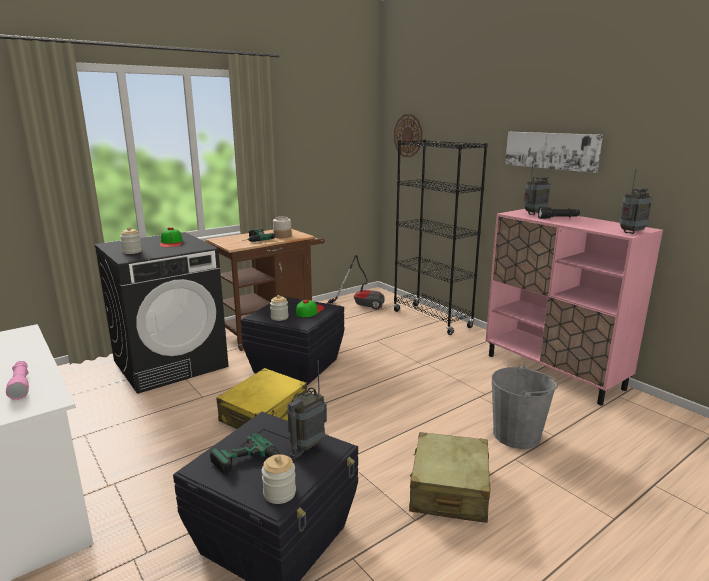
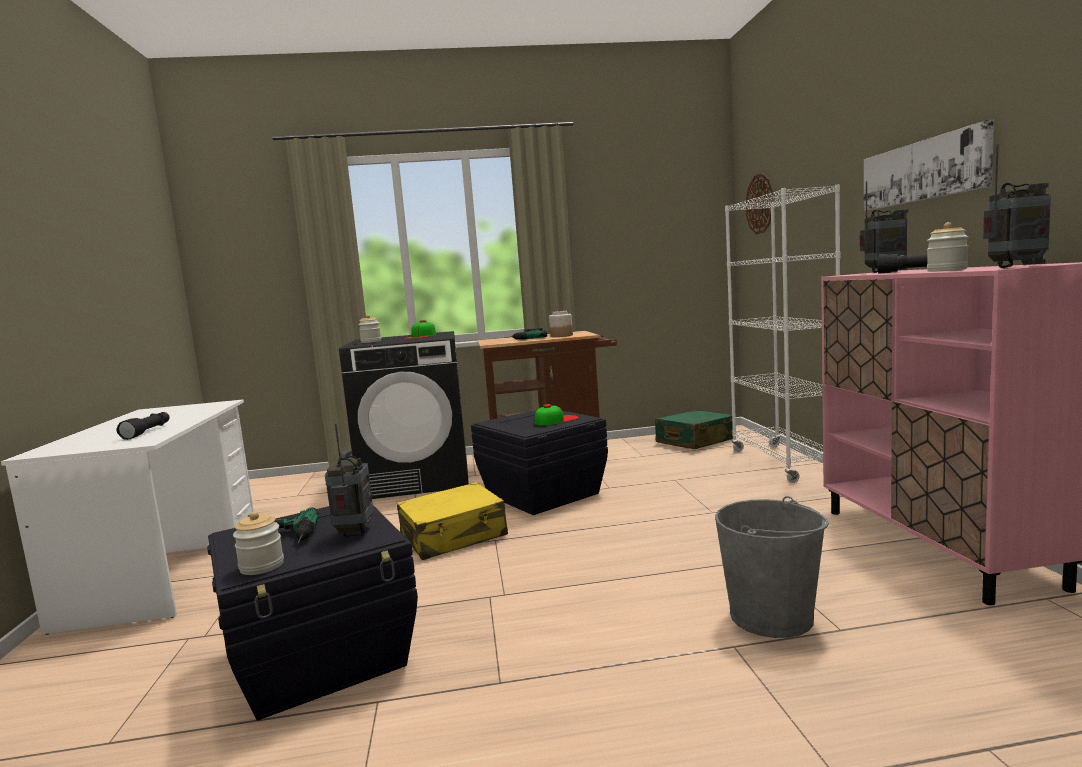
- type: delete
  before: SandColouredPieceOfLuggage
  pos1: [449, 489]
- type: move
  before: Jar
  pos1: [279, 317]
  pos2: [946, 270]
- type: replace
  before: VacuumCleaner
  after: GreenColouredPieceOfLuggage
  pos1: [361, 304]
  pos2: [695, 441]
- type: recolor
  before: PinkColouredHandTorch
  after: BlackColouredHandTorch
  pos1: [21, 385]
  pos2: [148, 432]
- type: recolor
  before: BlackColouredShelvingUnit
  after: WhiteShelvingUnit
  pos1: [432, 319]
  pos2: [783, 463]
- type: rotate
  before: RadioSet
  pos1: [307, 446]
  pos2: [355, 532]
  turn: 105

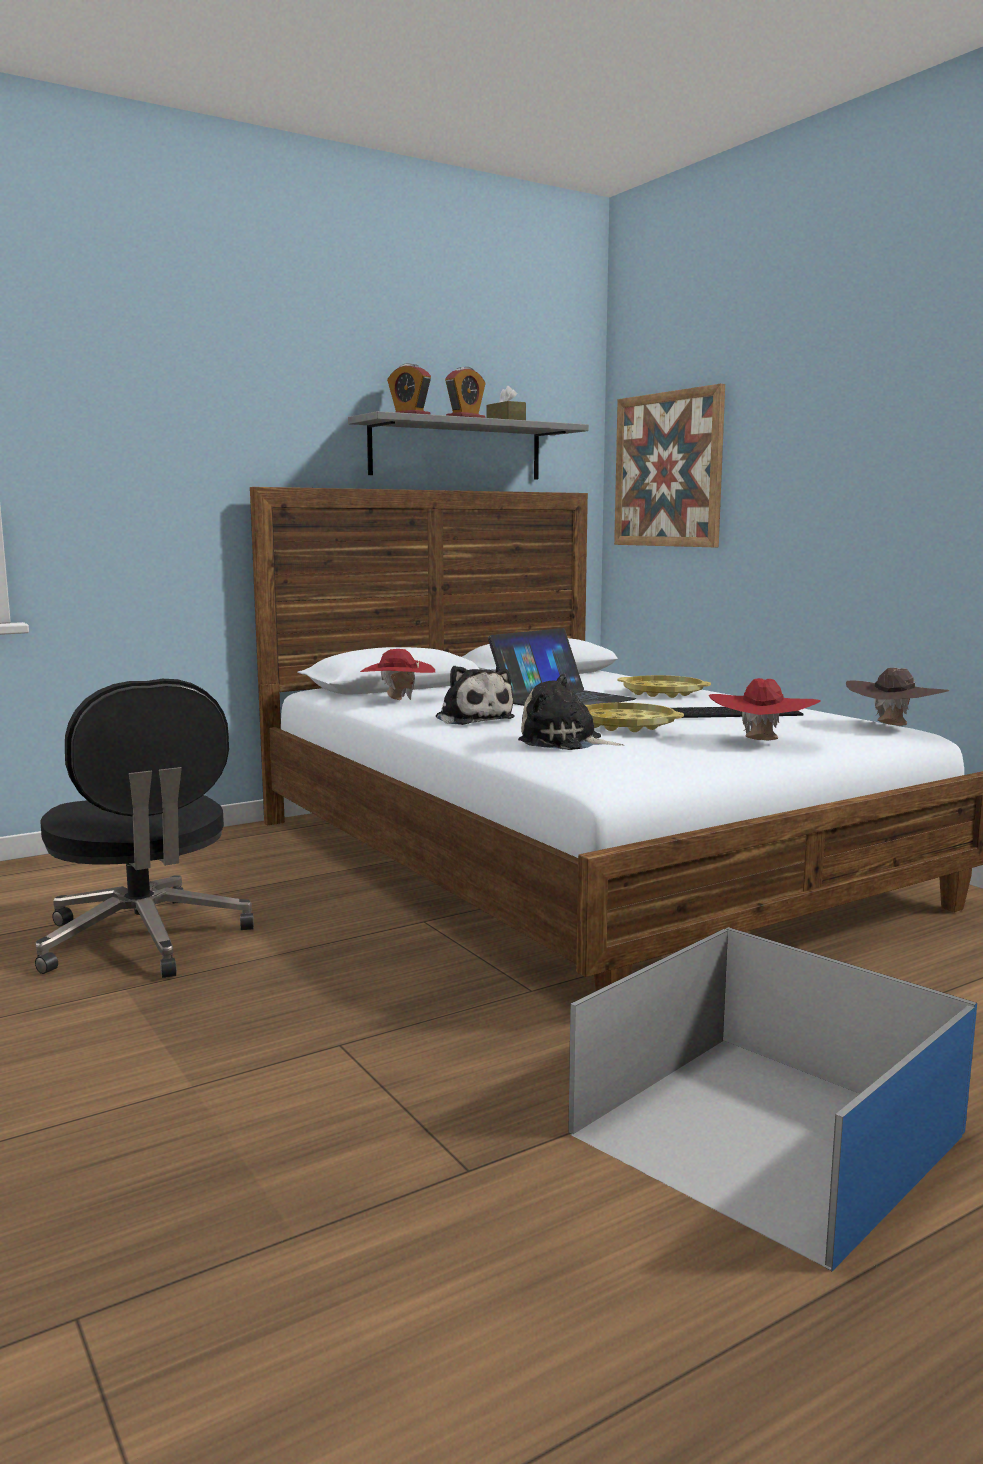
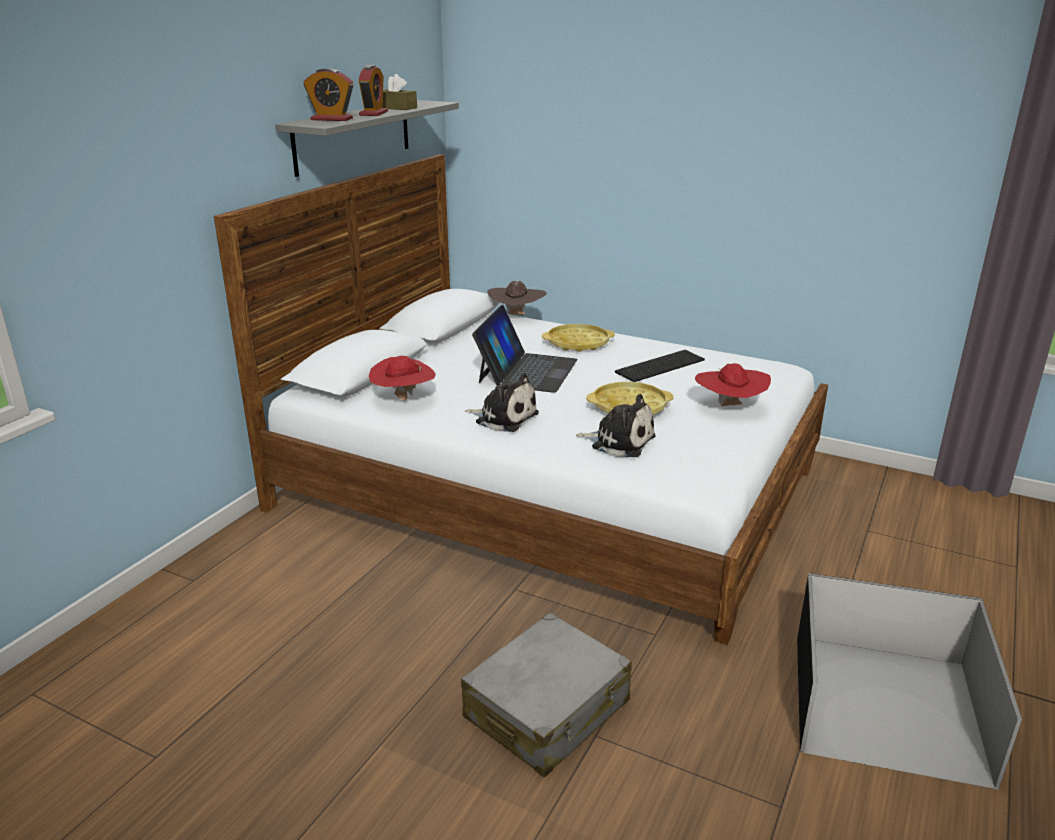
- type: delete
  before: BlackColouredOfficeChair
  pos1: [144, 940]
- type: delete
  before: WallPicture
  pos1: [668, 470]
- type: insert
  after: GreyishPieceOfLuggage
  pos2: [547, 710]
- type: move
  before: BrownClothingHat
  pos1: [893, 727]
  pos2: [516, 316]
- type: recolor
  before: BluishStorageBox
  after: BlackColouredStorageBox
  pos1: [762, 1132]
  pos2: [884, 704]
- type: rotate
  before: CuddlyToy
  pos1: [565, 742]
  pos2: [619, 441]
  turn: -150

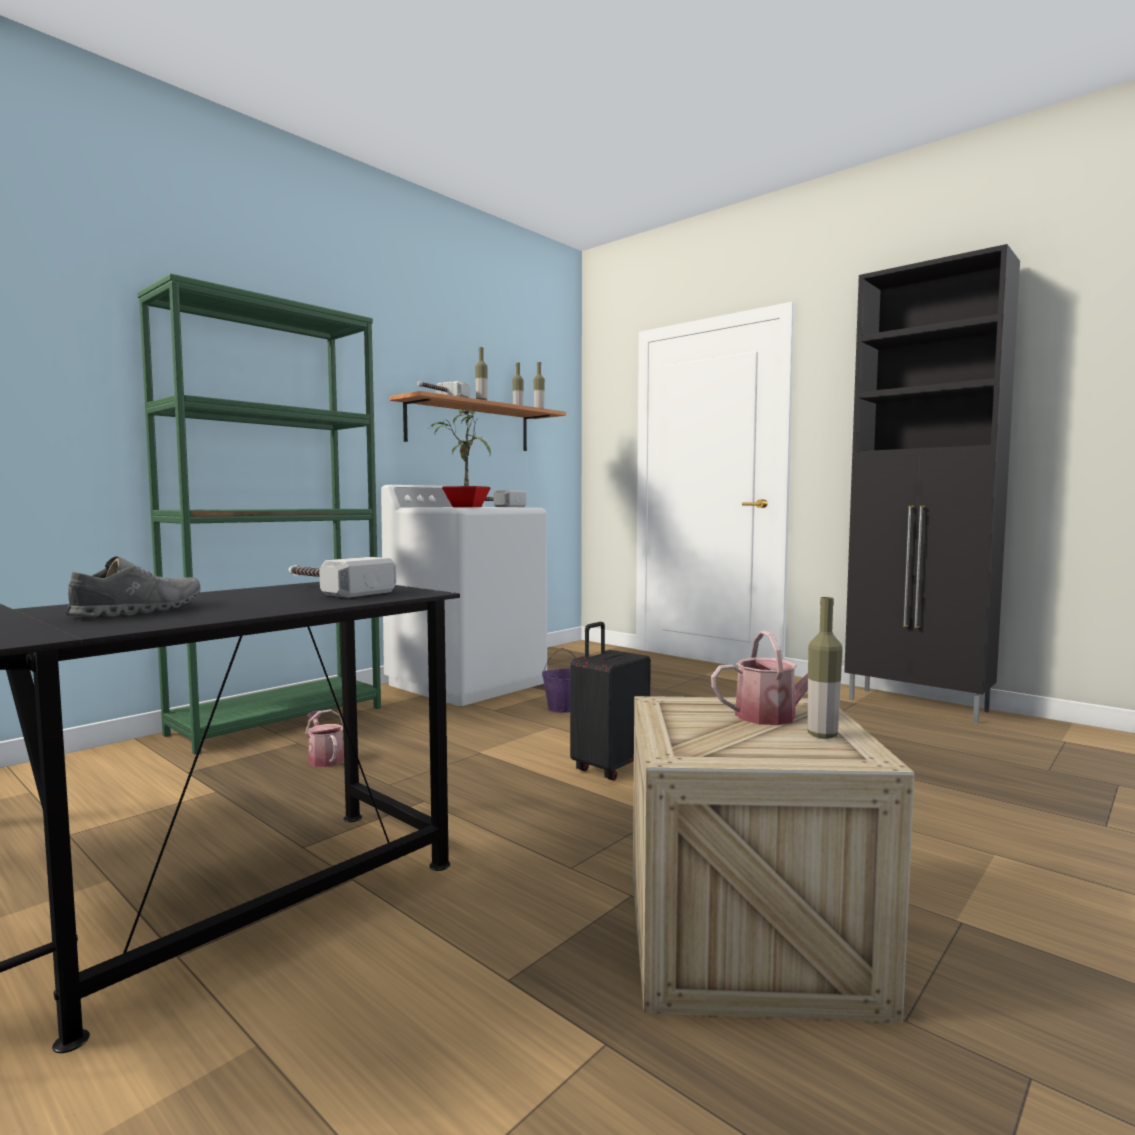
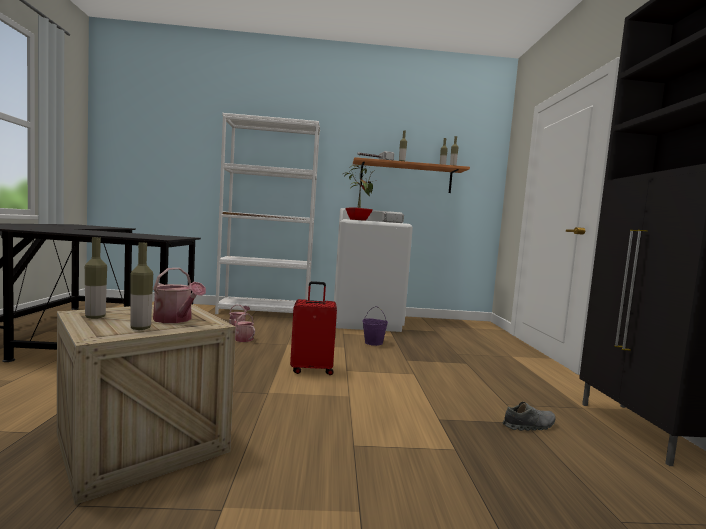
- type: delete
  before: HandHammer
  pos1: [330, 590]
- type: insert
  after: Bottle
  pos2: [95, 317]
- type: insert
  after: WateringCan
  pos2: [242, 338]
- type: move
  before: GreyishLowShoe
  pos1: [139, 611]
  pos2: [529, 425]
- type: recolor
  before: GreenColouredShelvingUnit
  after: WhiteShelvingUnit
  pos1: [279, 720]
  pos2: [264, 312]
- type: recolor
  before: BlackColouredPieceOfLuggage
  after: RedPieceOfLuggage
  pos1: [609, 767]
  pos2: [312, 369]

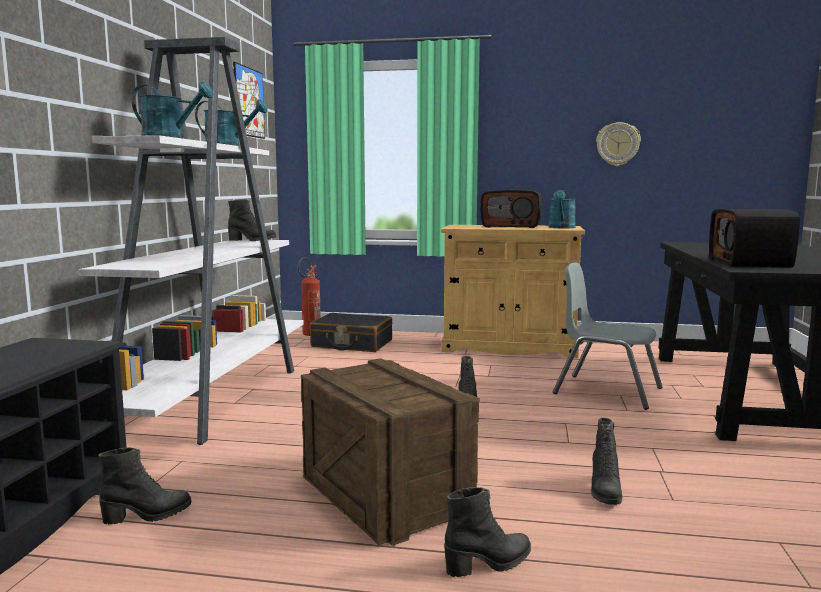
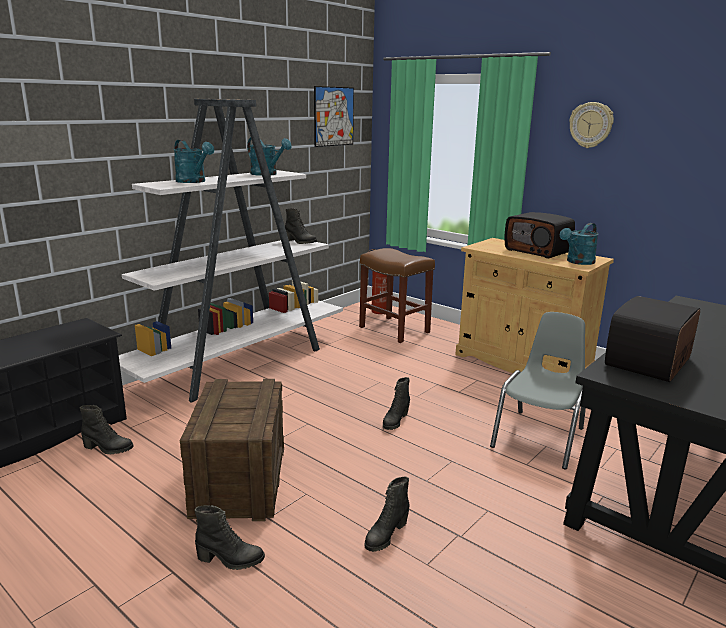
- type: move
  before: ClockOnTheWall
  pos1: [617, 144]
  pos2: [591, 125]
- type: replace
  before: BlackColouredPieceOfLuggage
  after: BrownStoolSeat
  pos1: [351, 344]
  pos2: [395, 329]
- type: rotate
  before: GreyishChair
  pos1: [607, 391]
  pos2: [539, 438]
  turn: 60

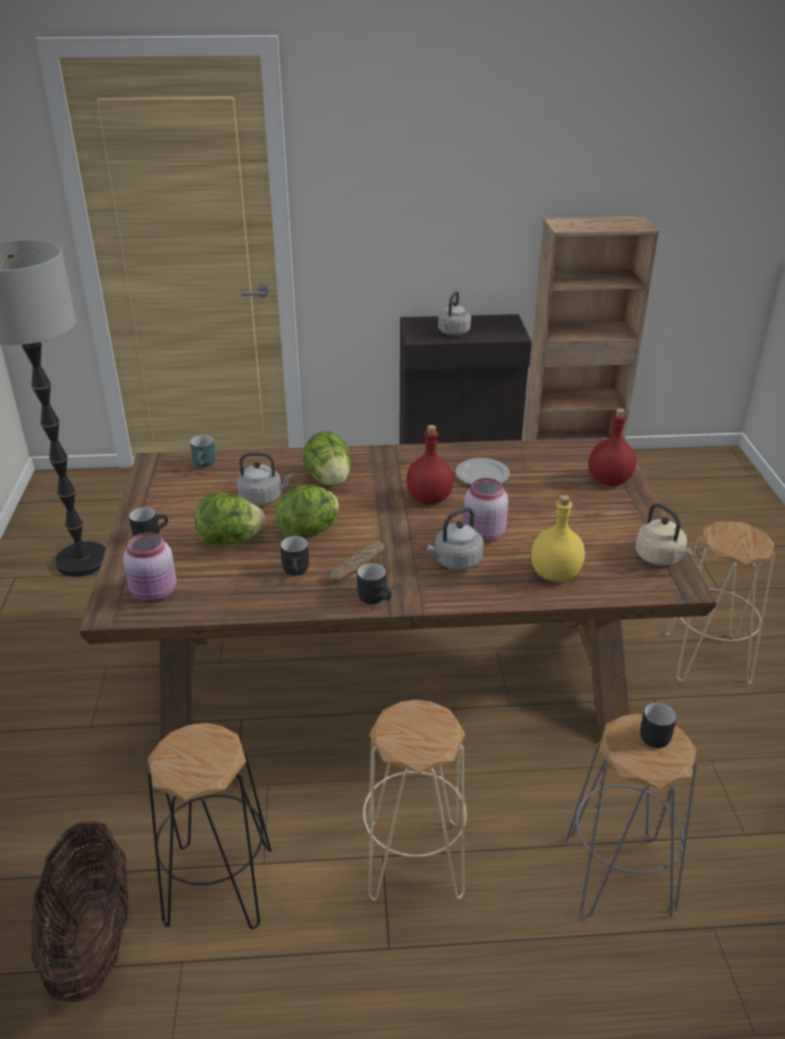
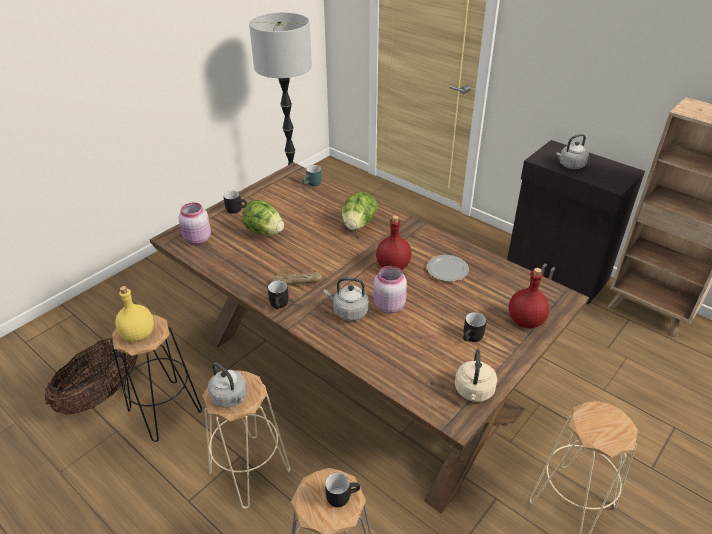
- type: delete
  before: HeadOfLettuce
  pos1: [309, 532]
- type: move
  before: GreyishWaterKettle
  pos1: [263, 498]
  pos2: [230, 398]
- type: move
  before: BlackColouredMug
  pos1: [297, 571]
  pos2: [472, 338]
- type: move
  before: YellowishBottle
  pos1: [554, 574]
  pos2: [138, 335]

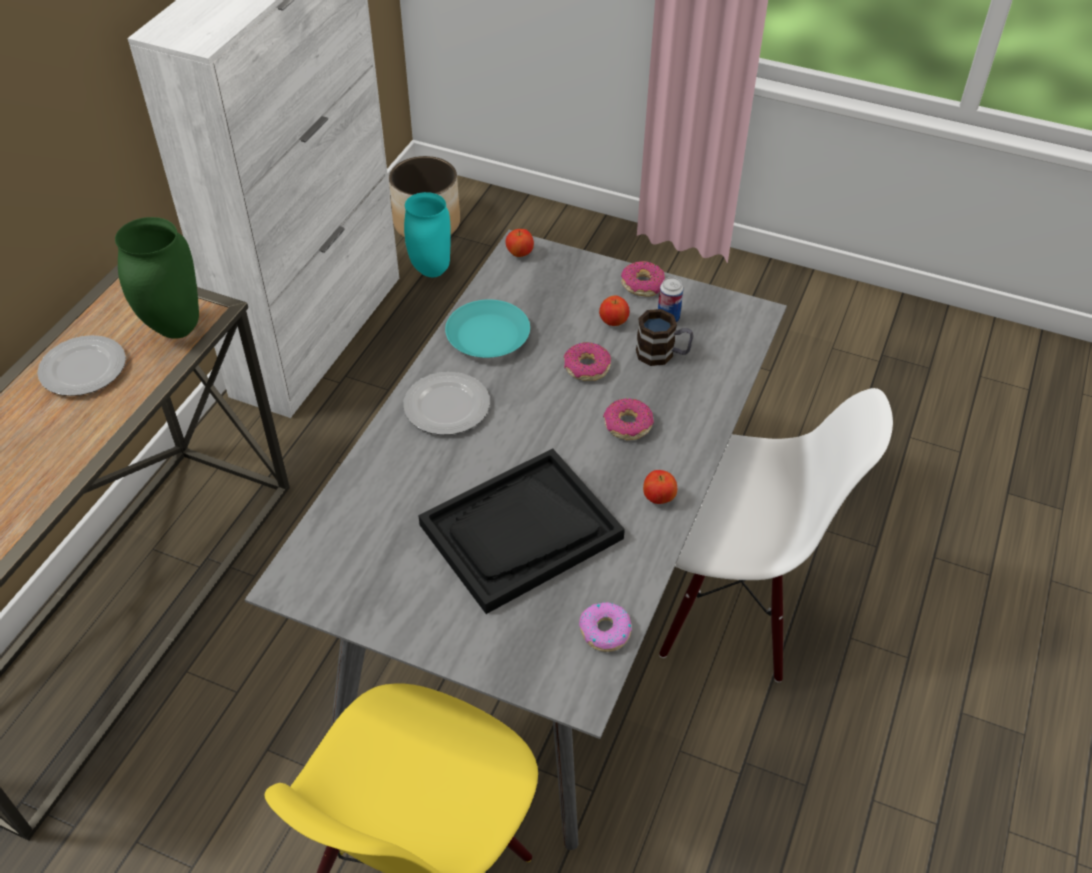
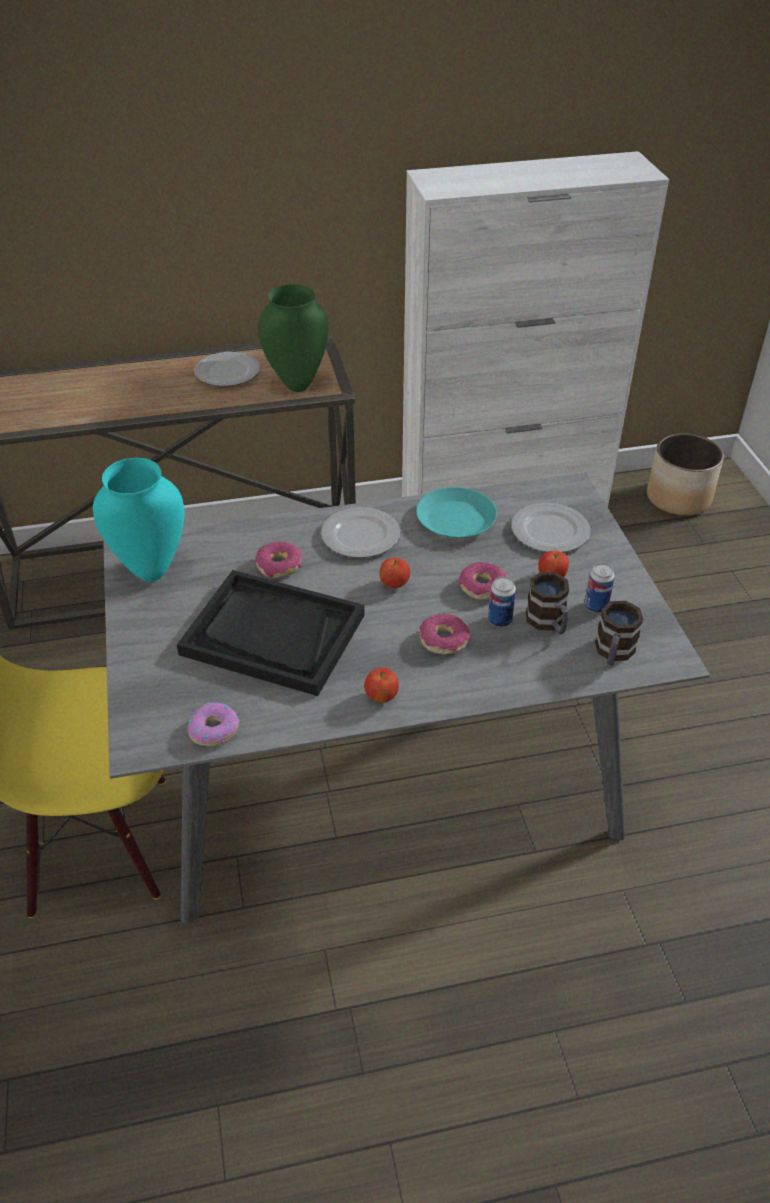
- type: delete
  before: WhiteChair
  pos1: [727, 606]
- type: insert
  after: MetalCan
  pos2: [499, 620]
- type: insert
  after: DinnerPlate
  pos2: [549, 531]
- type: insert
  after: Mug
  pos2: [613, 653]
- type: move
  before: TurquoiseDecorativeVase
  pos1: [430, 271]
  pos2: [151, 570]
- type: move
  before: AppleFruit
  pos1: [519, 254]
  pos2: [394, 584]
- type: move
  before: RingDoughnut
  pos1: [642, 284]
  pos2: [279, 566]

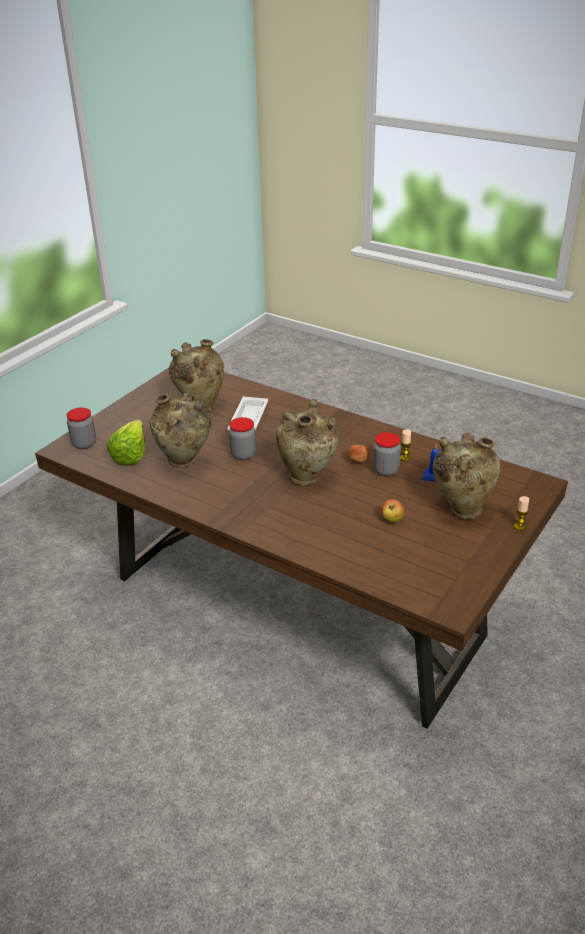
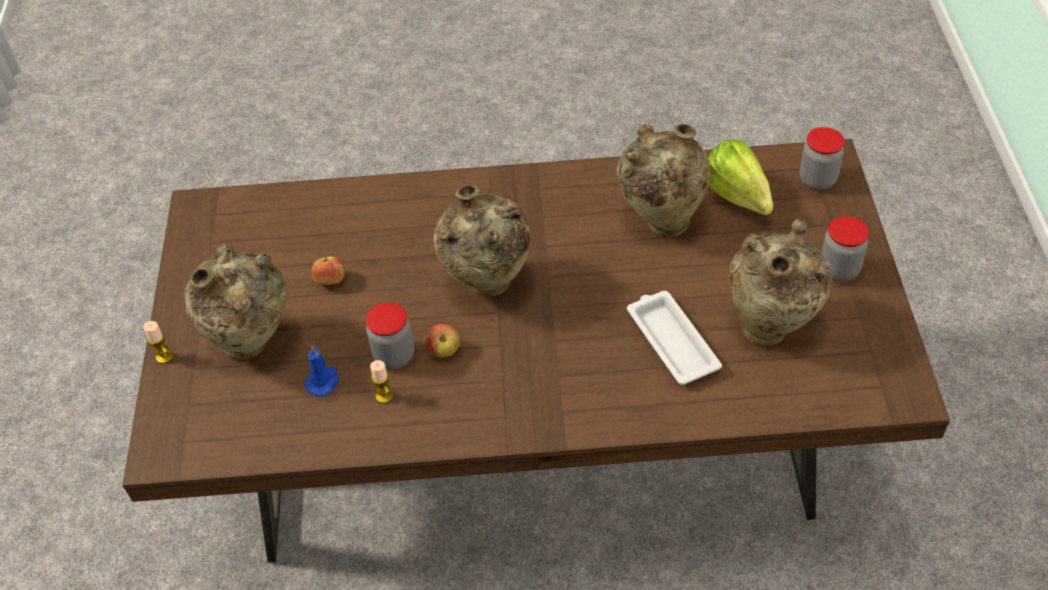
- type: move
  before: Jar
  pos1: [243, 454]
  pos2: [839, 270]

